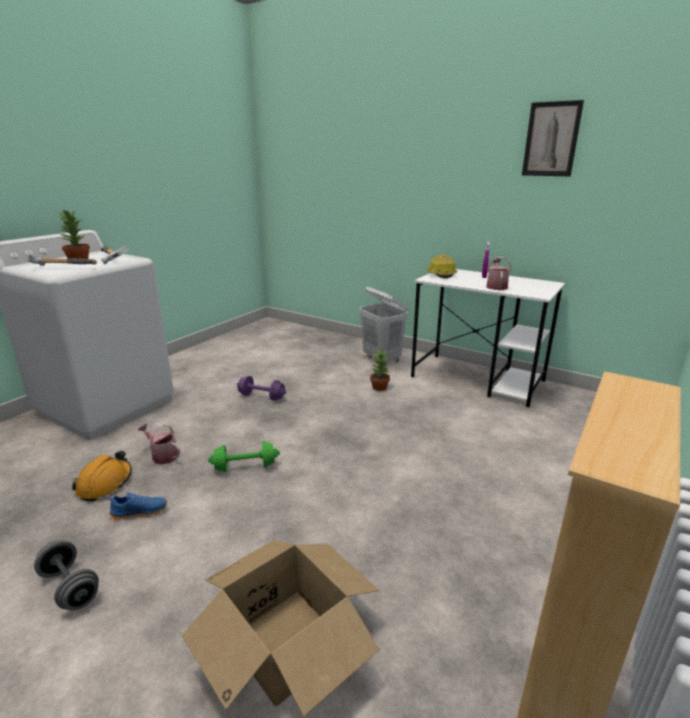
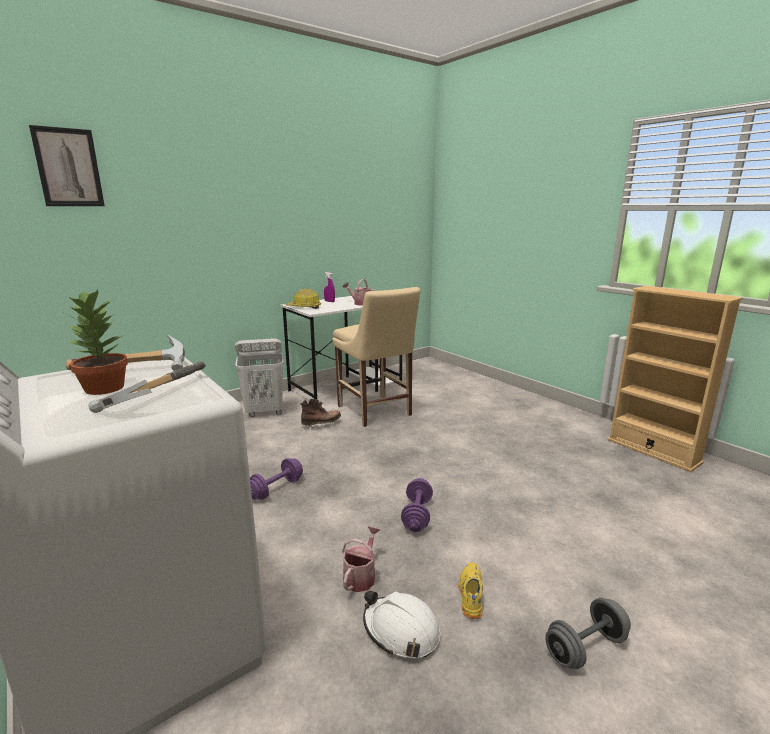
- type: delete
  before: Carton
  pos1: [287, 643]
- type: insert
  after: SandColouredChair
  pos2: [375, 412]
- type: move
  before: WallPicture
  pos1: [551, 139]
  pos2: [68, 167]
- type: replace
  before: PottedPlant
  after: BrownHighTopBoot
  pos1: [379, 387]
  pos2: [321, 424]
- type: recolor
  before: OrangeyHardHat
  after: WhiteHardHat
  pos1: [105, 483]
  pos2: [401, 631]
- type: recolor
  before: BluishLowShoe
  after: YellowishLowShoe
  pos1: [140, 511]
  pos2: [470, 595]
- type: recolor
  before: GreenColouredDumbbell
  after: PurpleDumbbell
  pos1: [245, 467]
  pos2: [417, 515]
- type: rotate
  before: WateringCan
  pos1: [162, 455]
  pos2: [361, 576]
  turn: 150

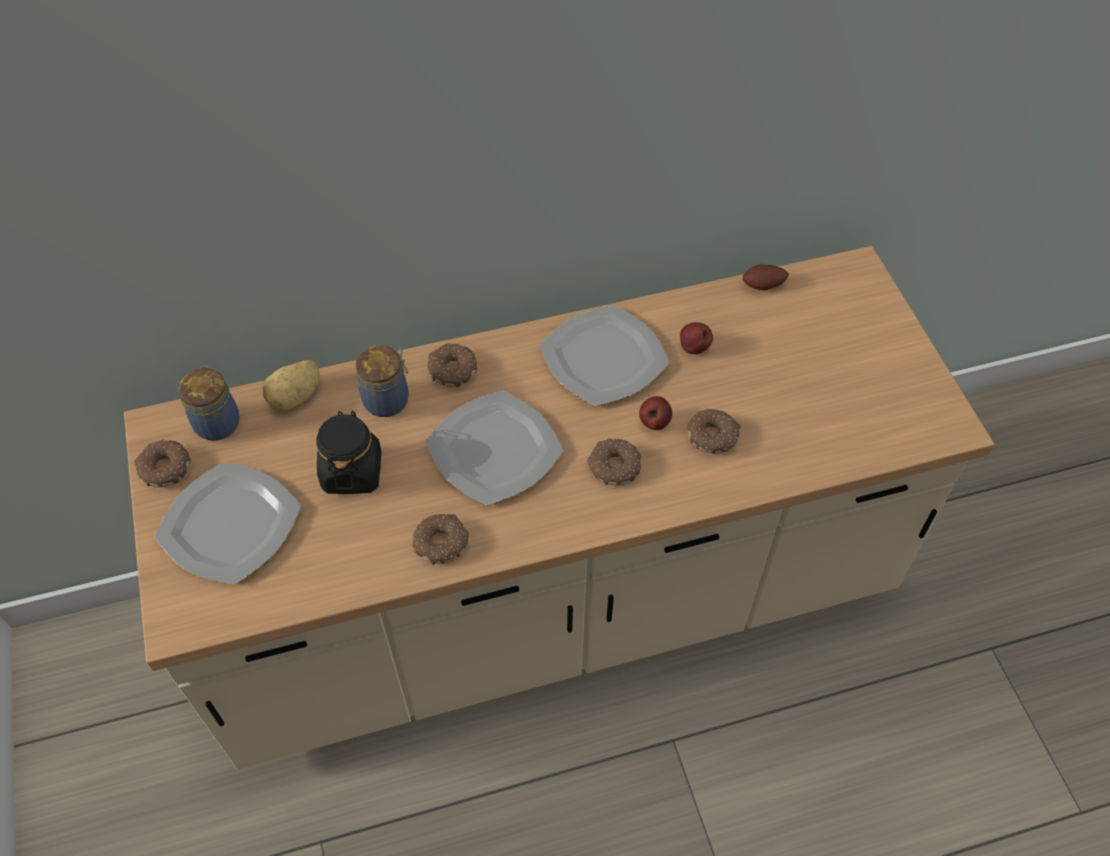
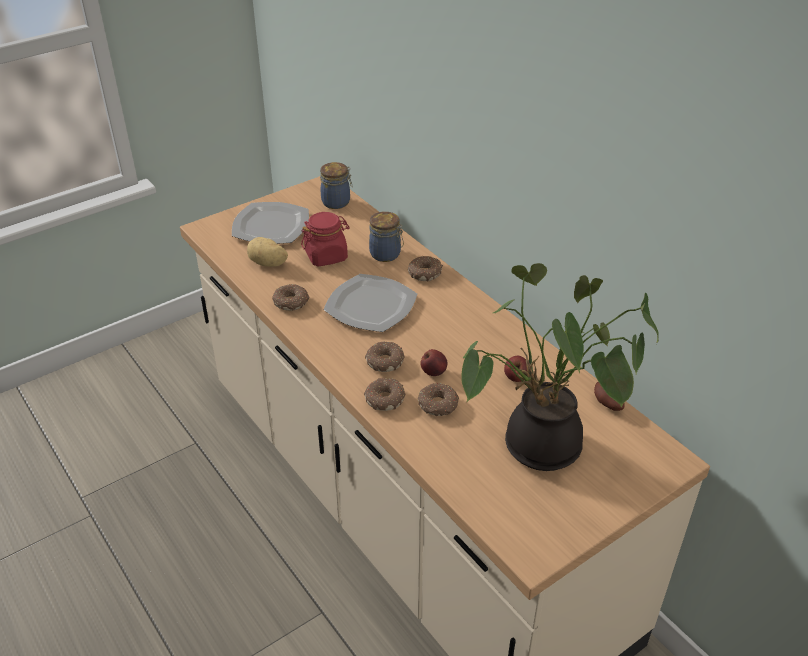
- type: delete
  before: DinnerPlate
  pos1: [605, 358]
- type: insert
  after: PottedPlant
  pos2: [539, 450]
- type: move
  before: RingDoughnut
  pos1: [164, 468]
  pos2: [384, 398]
- type: move
  before: WholePotato
  pos1: [296, 397]
  pos2: [268, 264]
- type: recolor
  before: BlackColouredJar
  after: RedJar
  pos1: [352, 471]
  pos2: [326, 256]

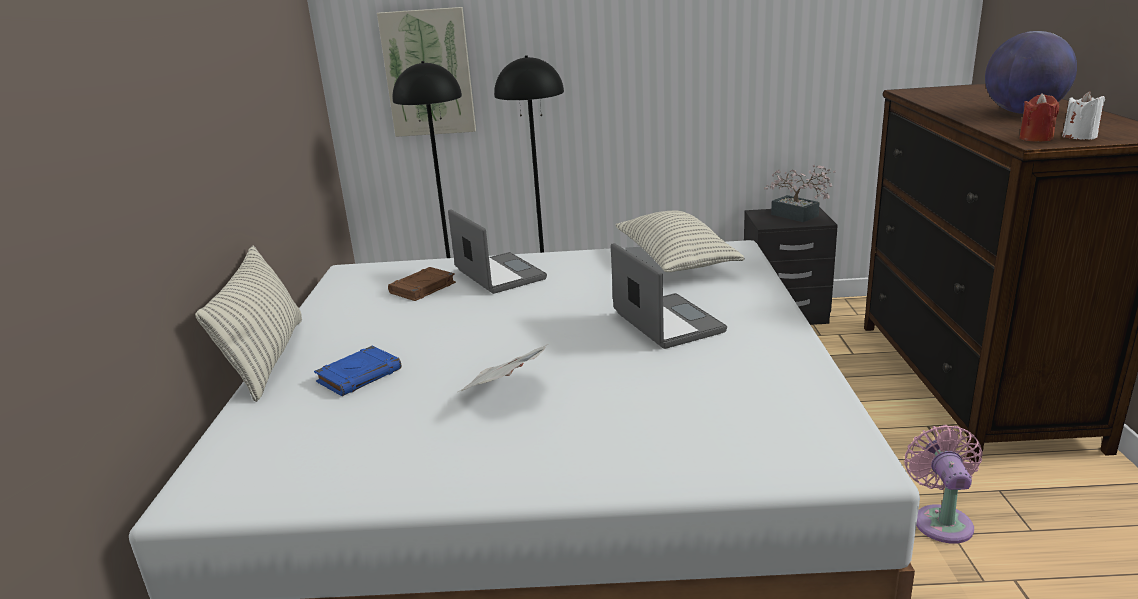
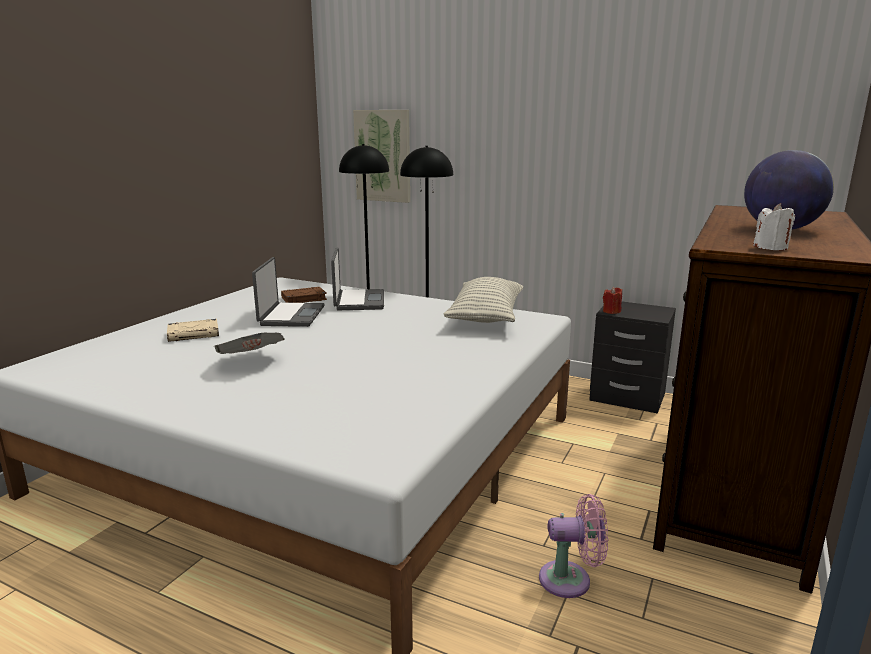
- type: delete
  before: Cushion
  pos1: [267, 358]
- type: delete
  before: PottedPlant
  pos1: [798, 216]
- type: move
  before: Laptop
  pos1: [666, 323]
  pos2: [290, 316]
- type: move
  before: RedWaxCandle
  pos1: [1035, 138]
  pos2: [611, 311]
- type: recolor
  before: BluishBoundBook
  after: SandColouredBoundBook
  pos1: [360, 375]
  pos2: [194, 334]
- type: rotate
  before: PinkColouredFan
  pos1: [941, 520]
  pos2: [570, 580]
  turn: 60

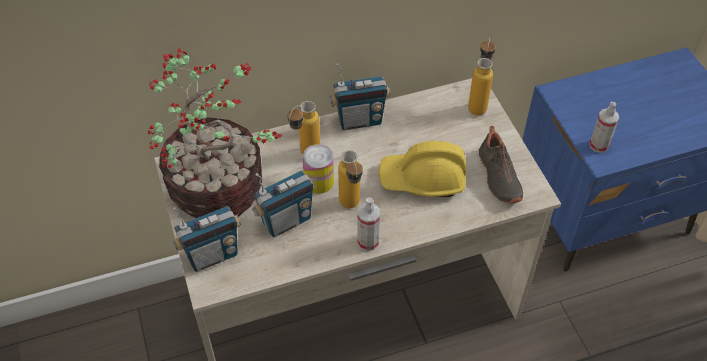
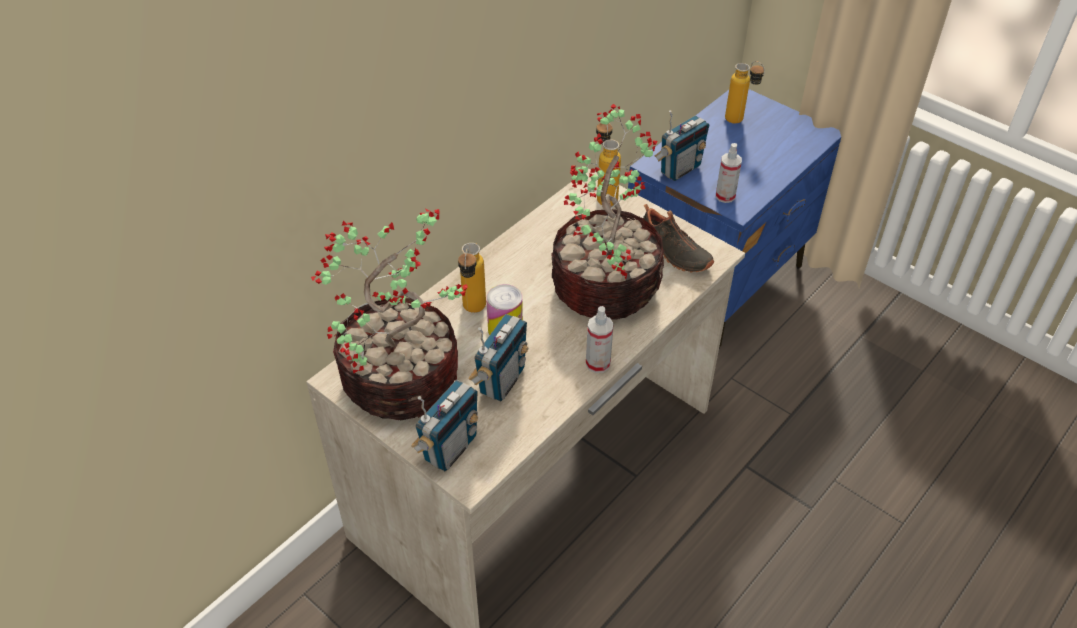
- type: move
  before: RadioSet
  pos1: [359, 120]
  pos2: [680, 169]
- type: move
  before: Bottle
  pos1: [351, 207]
  pos2: [740, 122]
- type: replace
  before: YellowishHardHat
  after: PottedPlant
  pos1: [423, 179]
  pos2: [605, 284]

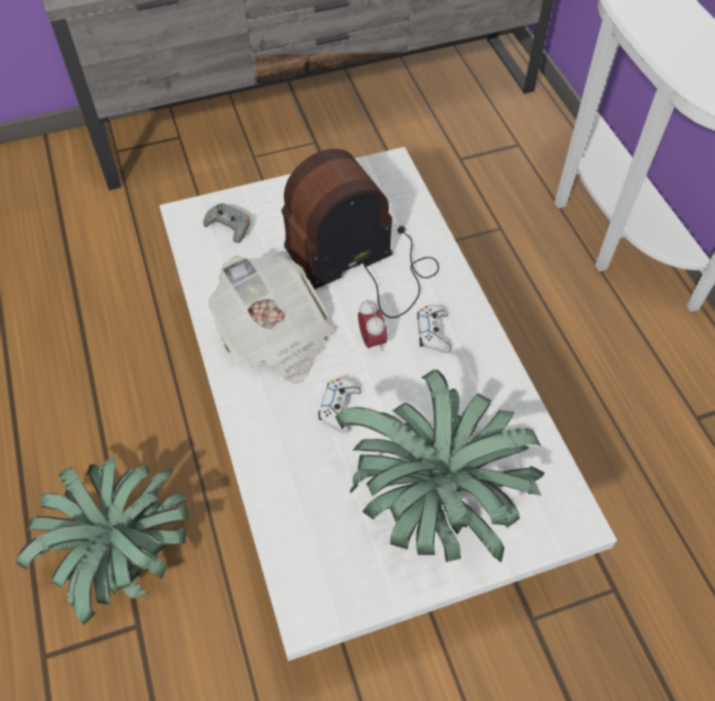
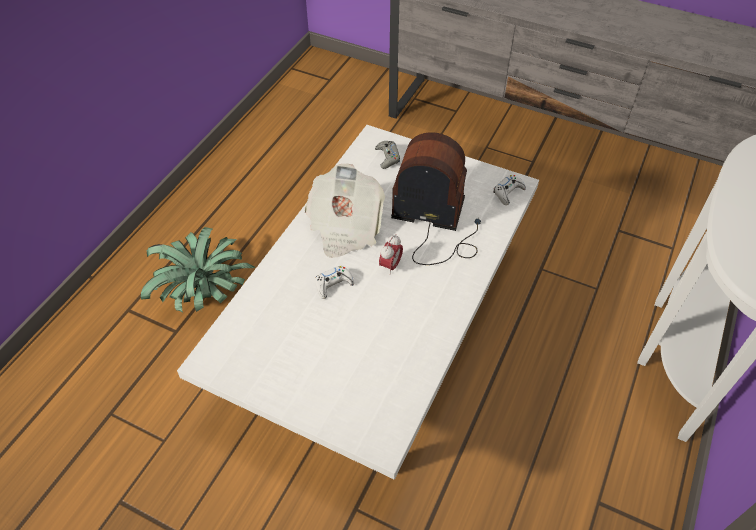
- type: delete
  before: PottedPlant
  pos1: [438, 495]
- type: move
  before: WhiteGamepad
  pos1: [433, 333]
  pos2: [508, 192]

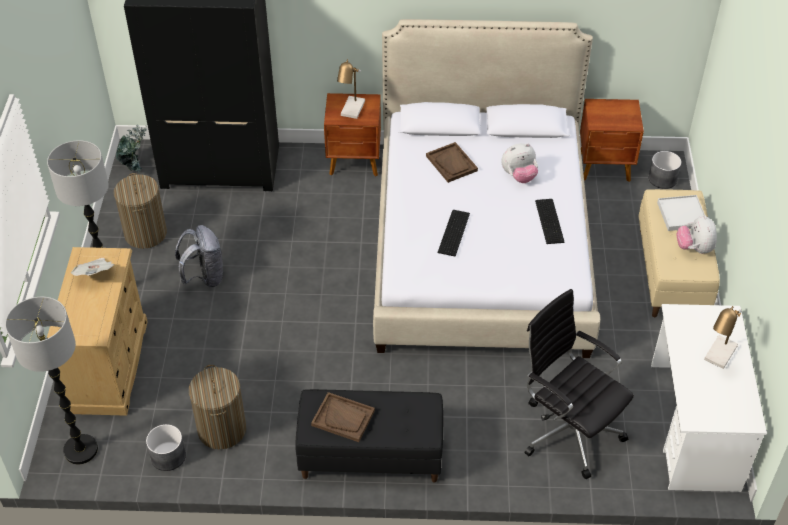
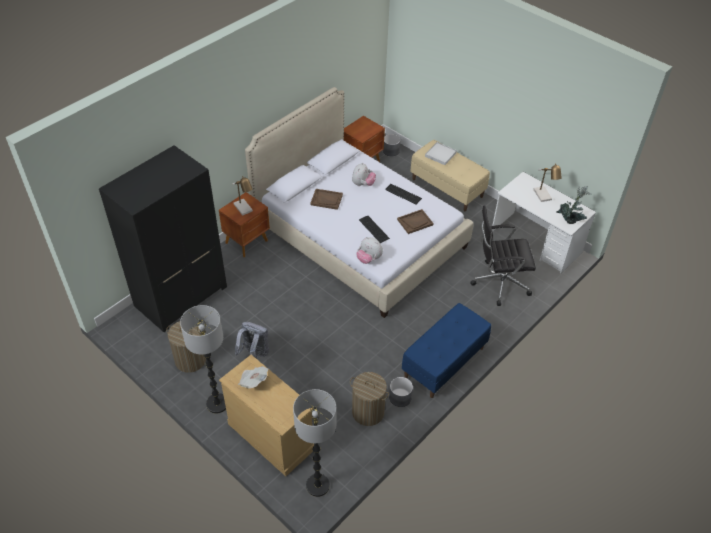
- type: move
  before: PottedPlant
  pos1: [135, 166]
  pos2: [570, 220]
- type: move
  before: GreyishFlowerPot
  pos1: [168, 456]
  pos2: [400, 397]
- type: move
  before: BrownServingTray
  pos1: [343, 418]
  pos2: [415, 222]
- type: move
  before: CuddlyToy
  pos1: [694, 248]
  pos2: [369, 259]
- type: recolor
  before: BlackColouredBench
  after: BluishBench
  pos1: [370, 456]
  pos2: [444, 362]

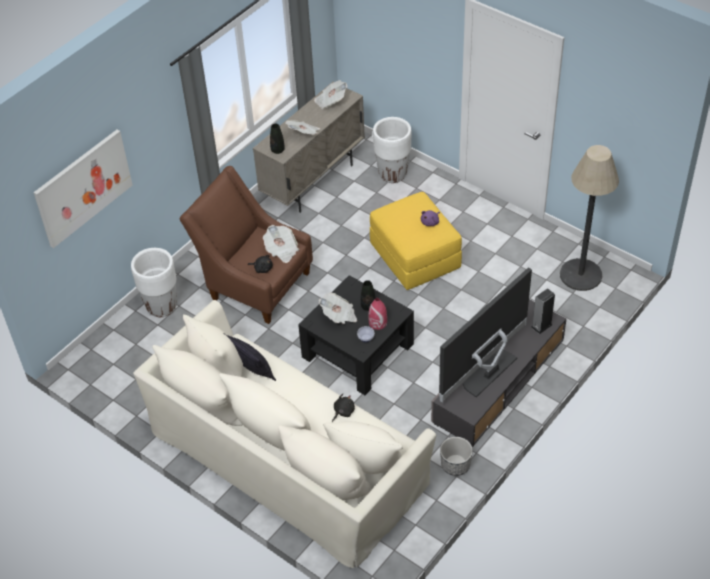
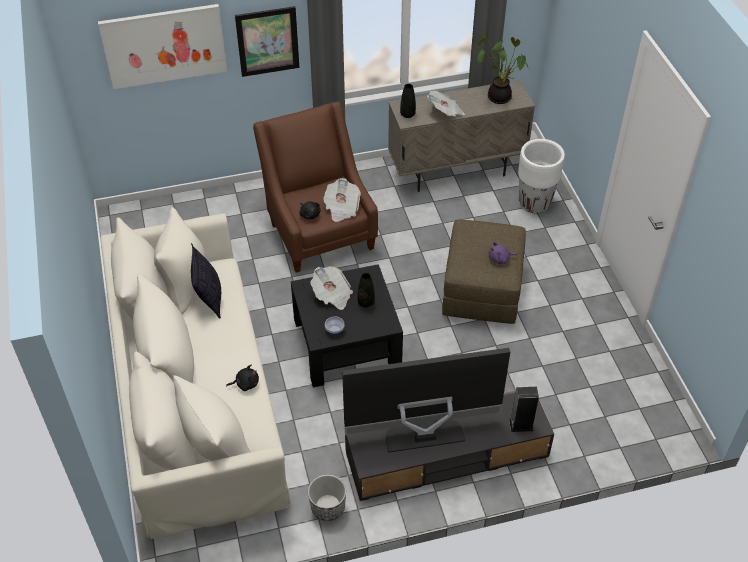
- type: delete
  before: WhiteFlowerPot
  pos1: [161, 307]
- type: delete
  before: RedDecorativeVase
  pos1: [378, 323]
- type: delete
  before: StandingLamp
  pos1: [580, 275]
- type: insert
  after: WallPicture
  pos2: [267, 41]
- type: replace
  before: PrintedPaper
  after: PottedPlant
  pos1: [330, 101]
  pos2: [499, 96]
- type: recolor
  before: YellowishPouffe
  after: BrownPouffe
  pos1: [414, 256]
  pos2: [482, 289]

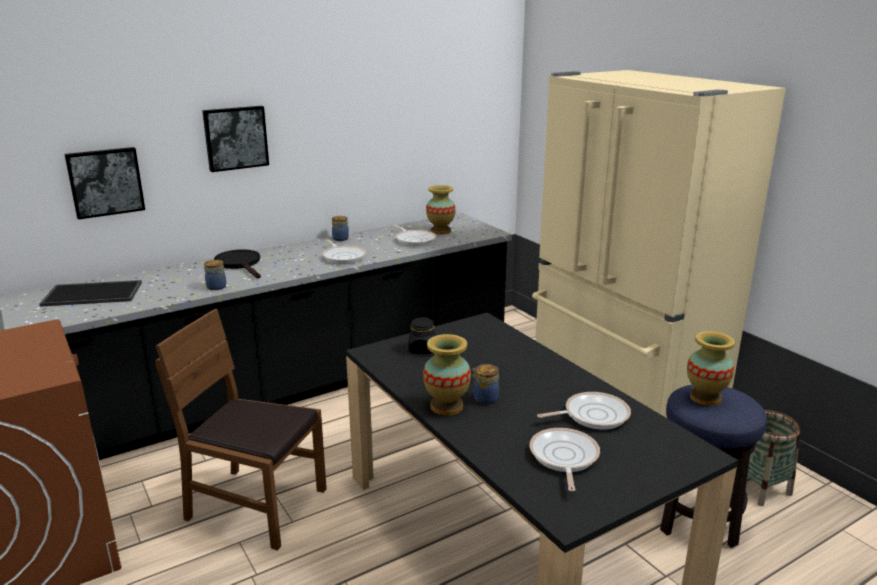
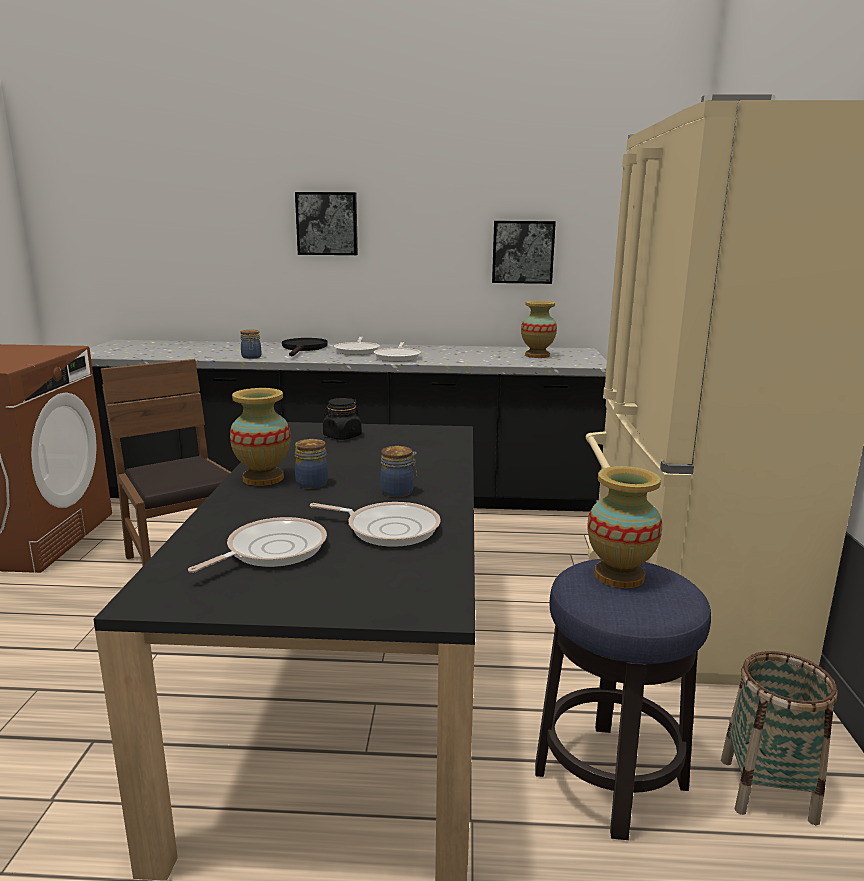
- type: delete
  before: ServingTray
  pos1: [94, 293]
- type: move
  before: WallPicture
  pos1: [105, 182]
  pos2: [522, 252]
- type: move
  before: Jar
  pos1: [341, 238]
  pos2: [398, 492]
- type: move
  before: Skillet
  pos1: [414, 240]
  pos2: [357, 351]

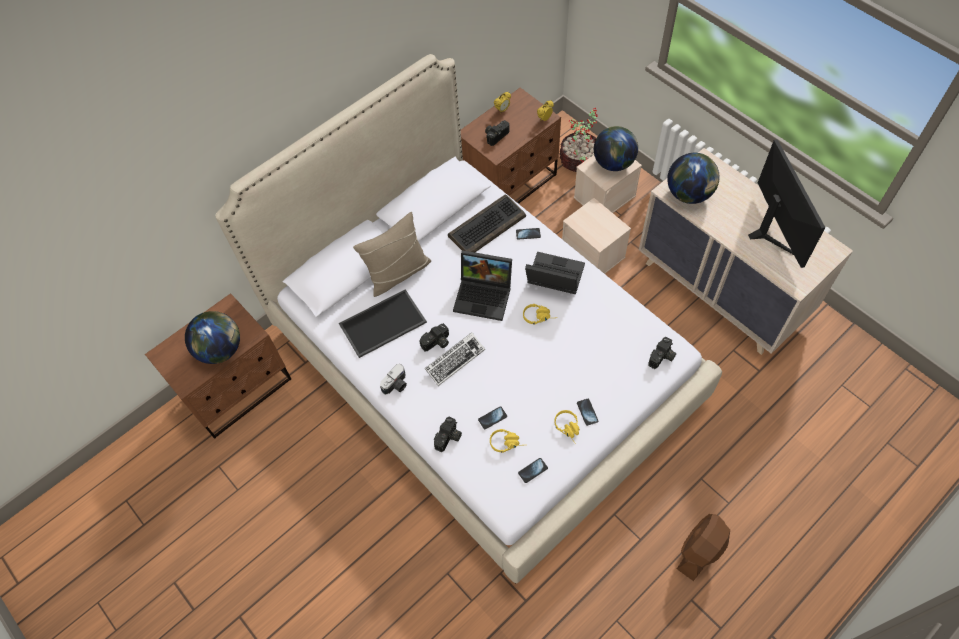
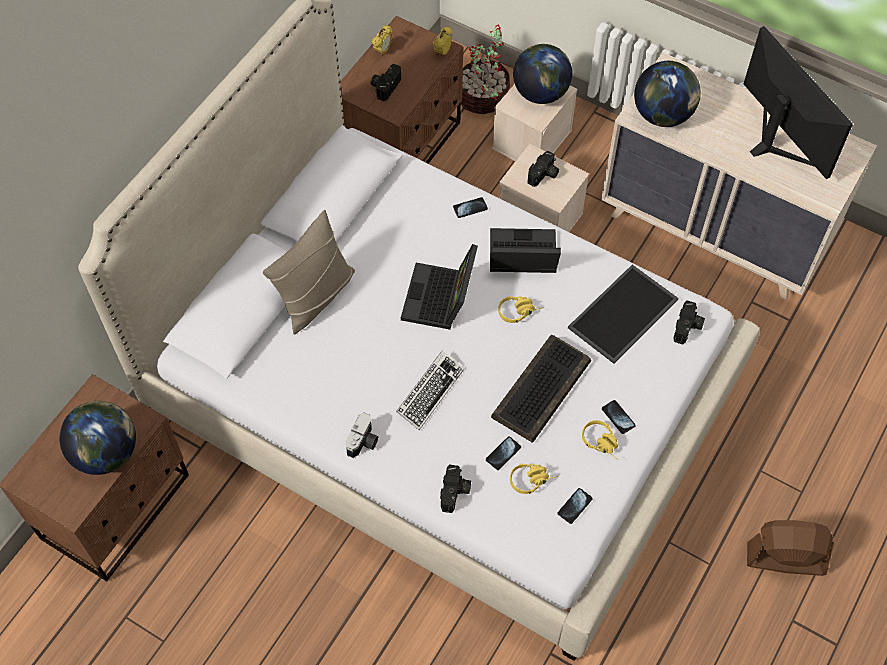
- type: move
  before: ServingTray
  pos1: [382, 325]
  pos2: [623, 315]
- type: move
  before: StillCamera
  pos1: [437, 343]
  pos2: [544, 175]
- type: move
  before: Keyboard
  pos1: [487, 225]
  pos2: [541, 388]
- type: rotate
  before: Laptop
  pos1: [484, 295]
  pos2: [440, 300]
  turn: 105
- type: rotate
  before: BrownFan
  pos1: [700, 551]
  pos2: [785, 559]
  turn: 75

